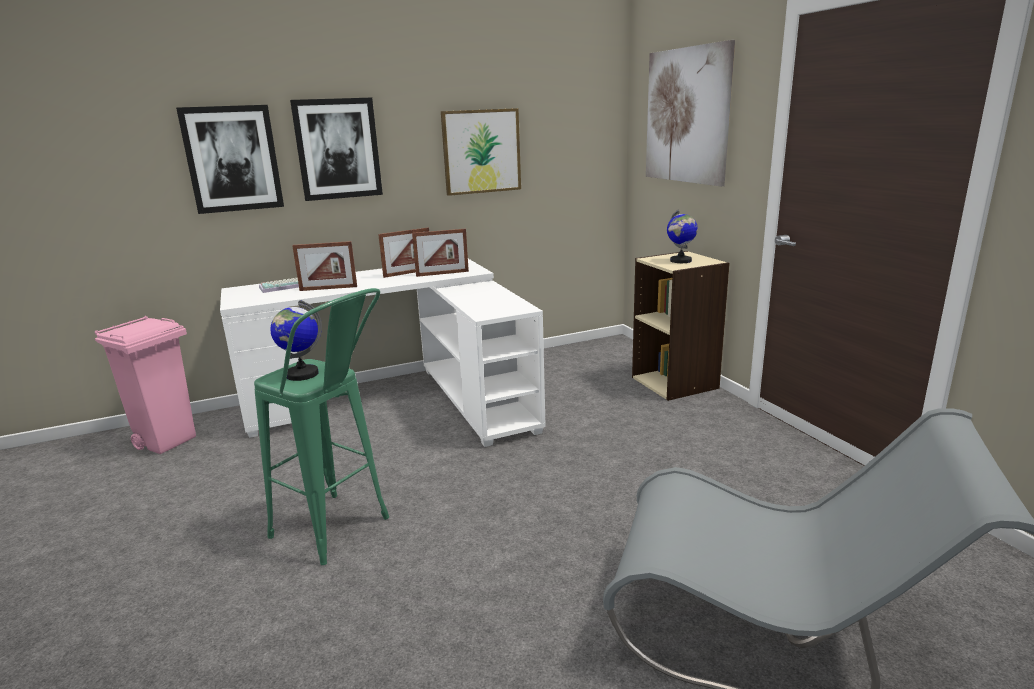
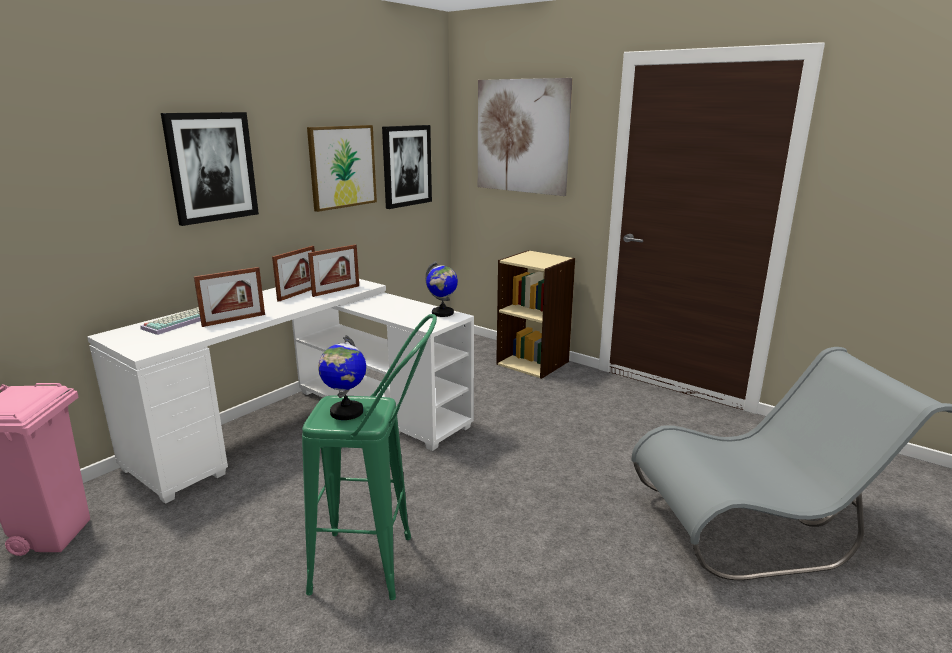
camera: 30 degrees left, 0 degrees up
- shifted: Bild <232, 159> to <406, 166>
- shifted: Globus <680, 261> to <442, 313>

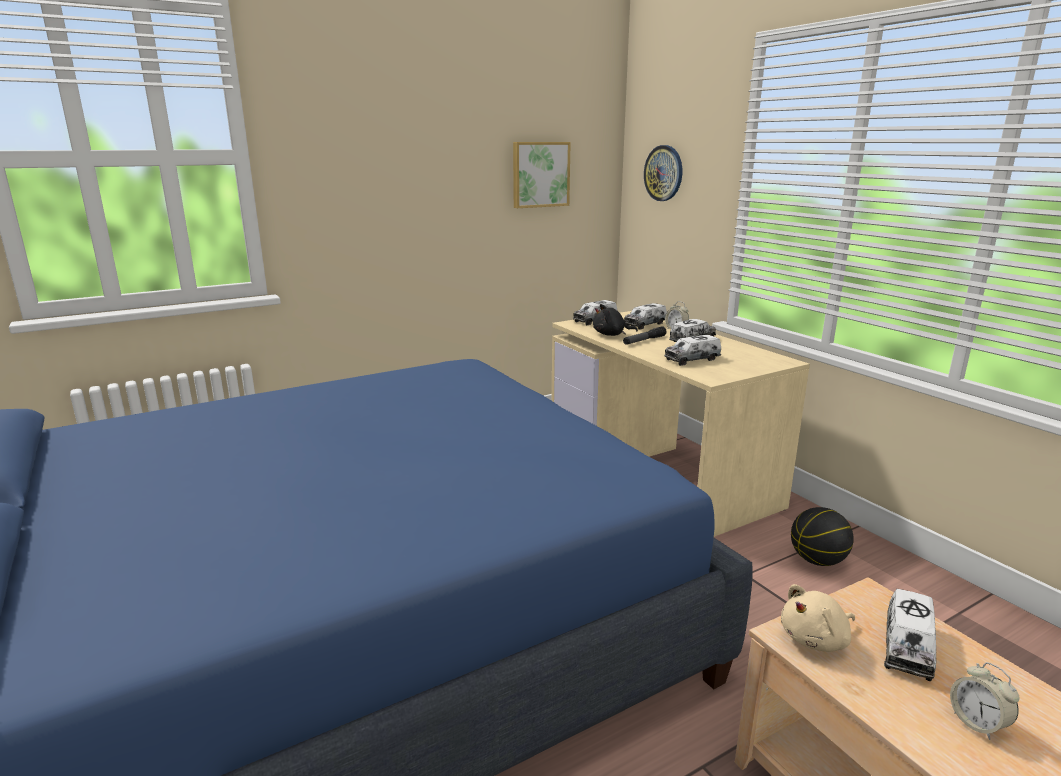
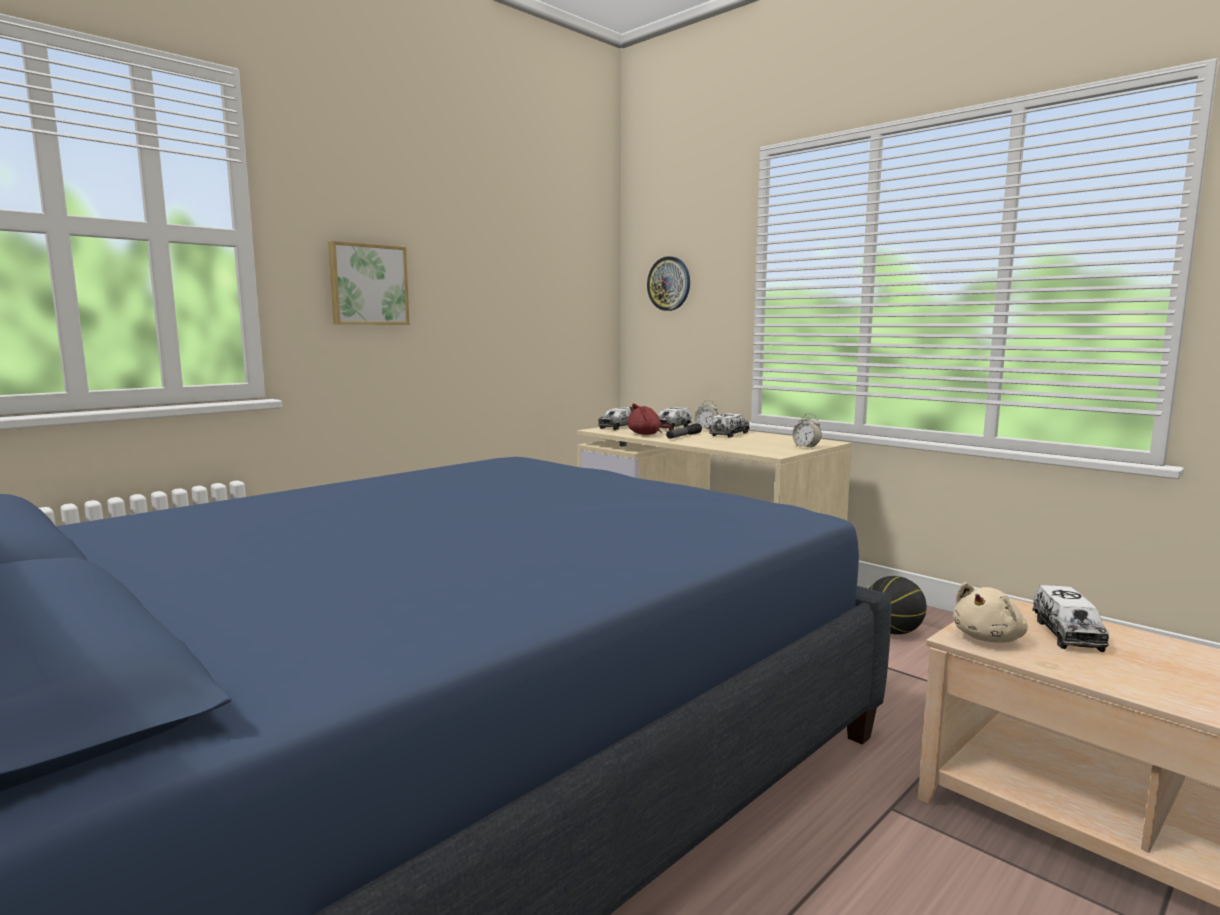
camera: 15 degrees left, 10 degrees down
- shifted: Bild <540, 174> to <368, 285>
- repainted: Plüschtier/schwarz <611, 334> to Plüschtier/rot <646, 434>
- gone: Spielzeuglaster <692, 359>
- shifted: Wecker <977, 723> to <806, 447>

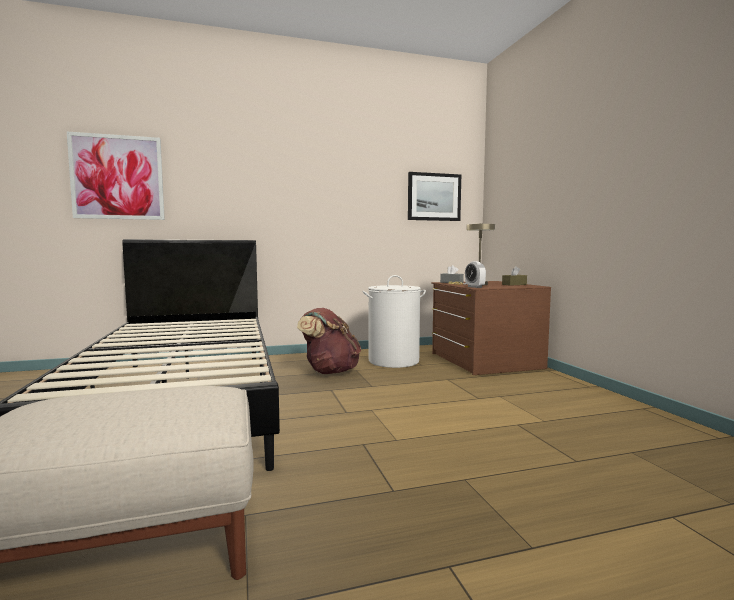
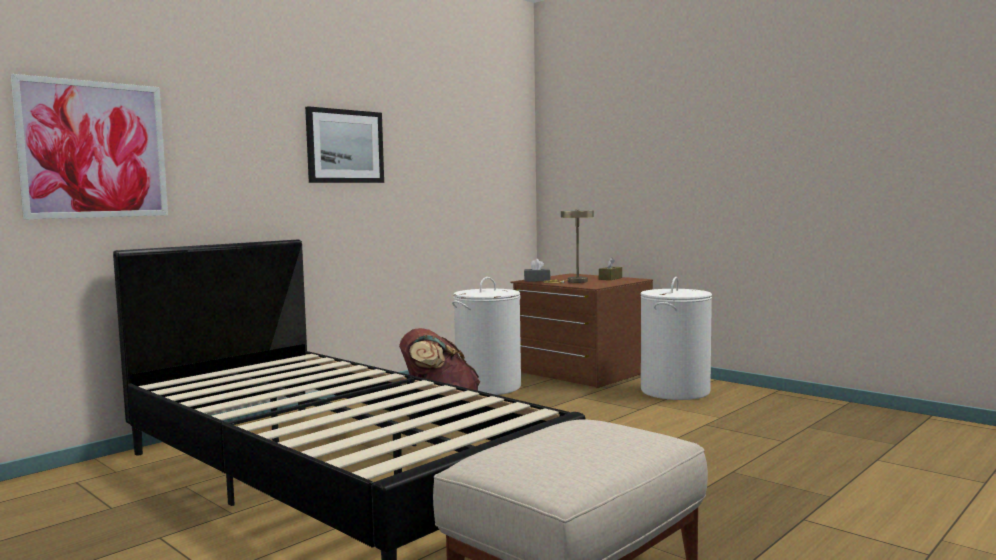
camera: 30 degrees left, 0 degrees up
- shifted: Bild <434, 197> to <345, 146>
- gone: Wecker <474, 287>
- new: Wäschekorb/weiß <674, 391>

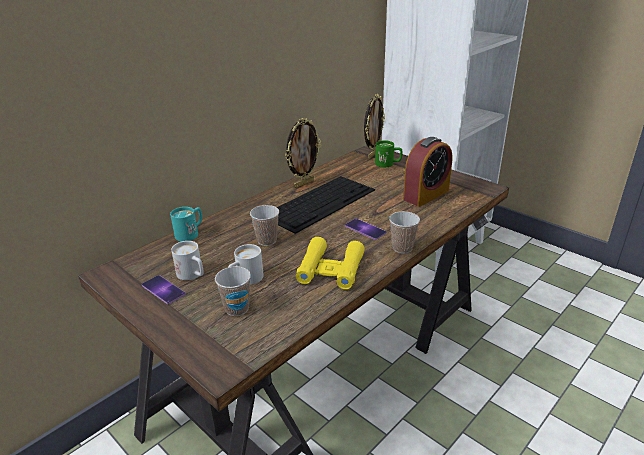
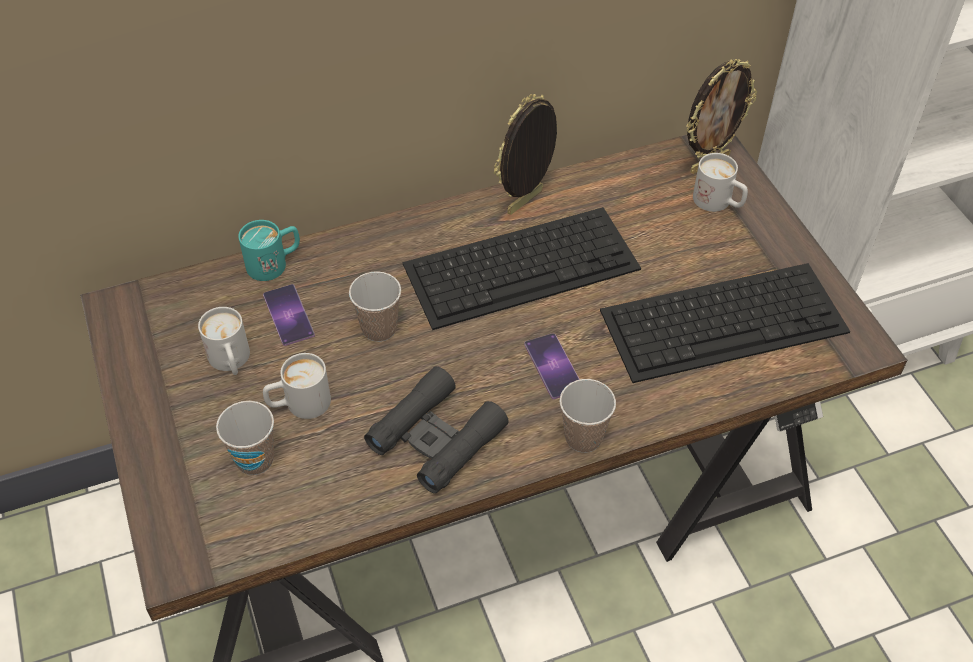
camera: 25 degrees right, 20 degrees up
- shifted: Handy <163, 289> to <288, 315>
- rotated: Bilderrahmen <304, 183> = <526, 203> 150 degrees clockwise
- repainted: Fernglas/gelb <330, 269> to Fernglas/schwarz <436, 437>
- repainted: Henkelbecher/grün <388, 164> to Henkelbecher/weiß <718, 203>
- swapped: Wecker <426, 195> to Tastatur <725, 320>

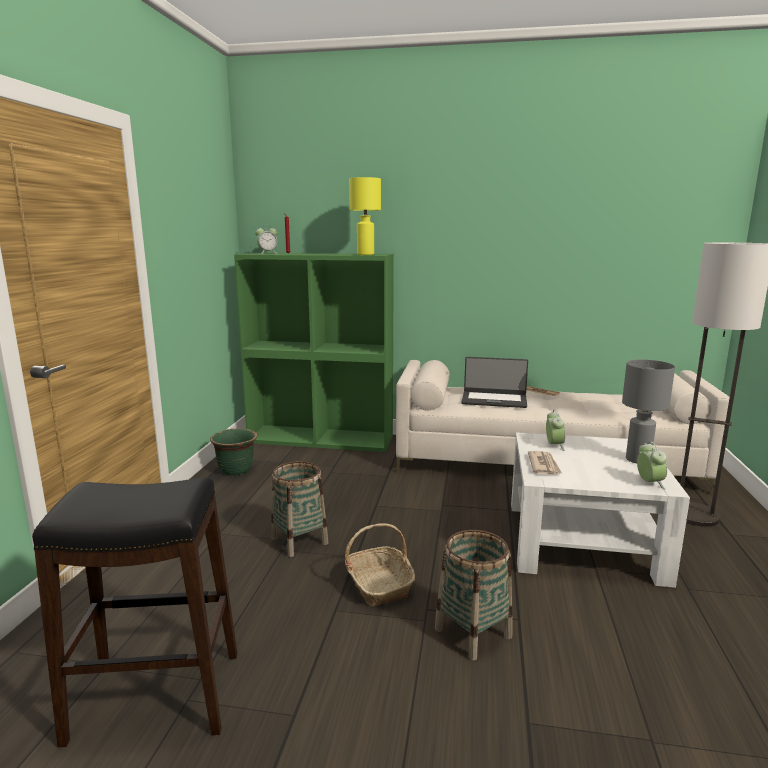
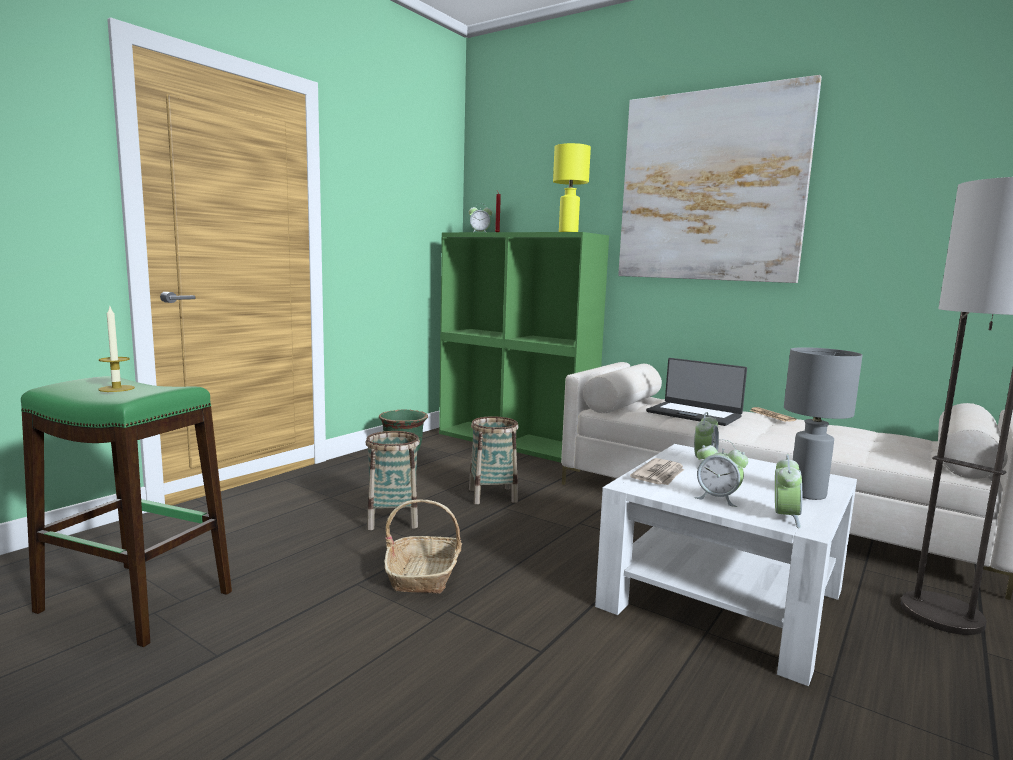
camera: 25 degrees right, 5 degrees down
- repainted: Hocker/schwarz <155, 697> to Hocker/grün <134, 602>
- shifted: Korb <473, 633> to <492, 495>
- new: Kerze <116, 389>
- new: Bild <710, 187>
- new: Wecker <717, 499>

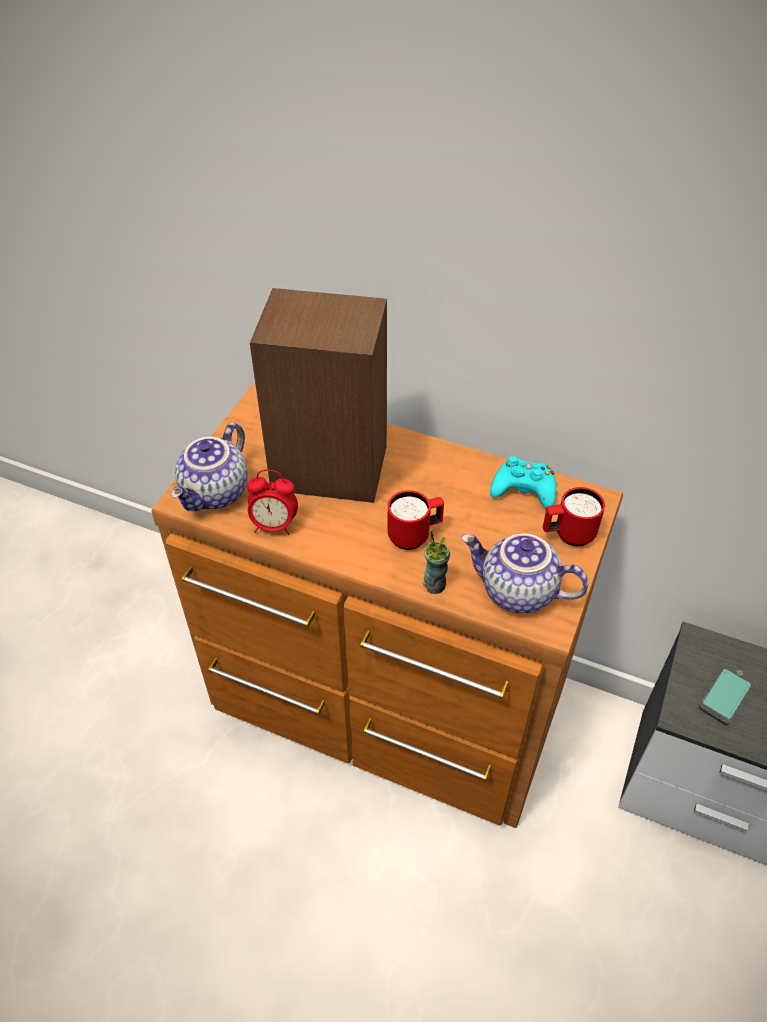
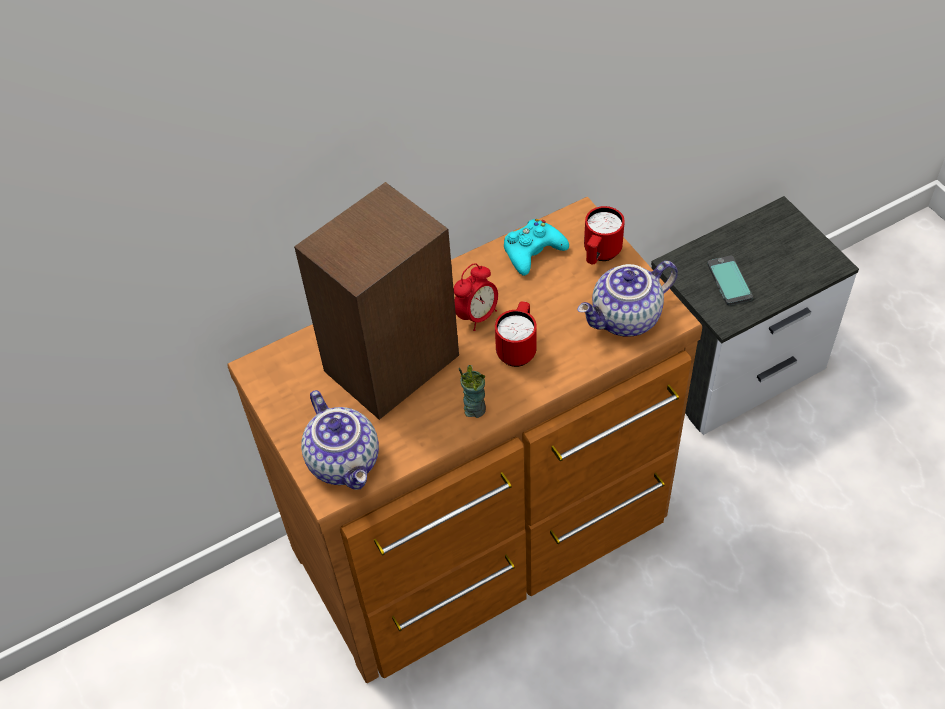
camera: 50 degrees left, 5 degrees up
- shifted: Wecker <274, 525> to <477, 316>
- shifted: Tasse <434, 584> to <474, 408>

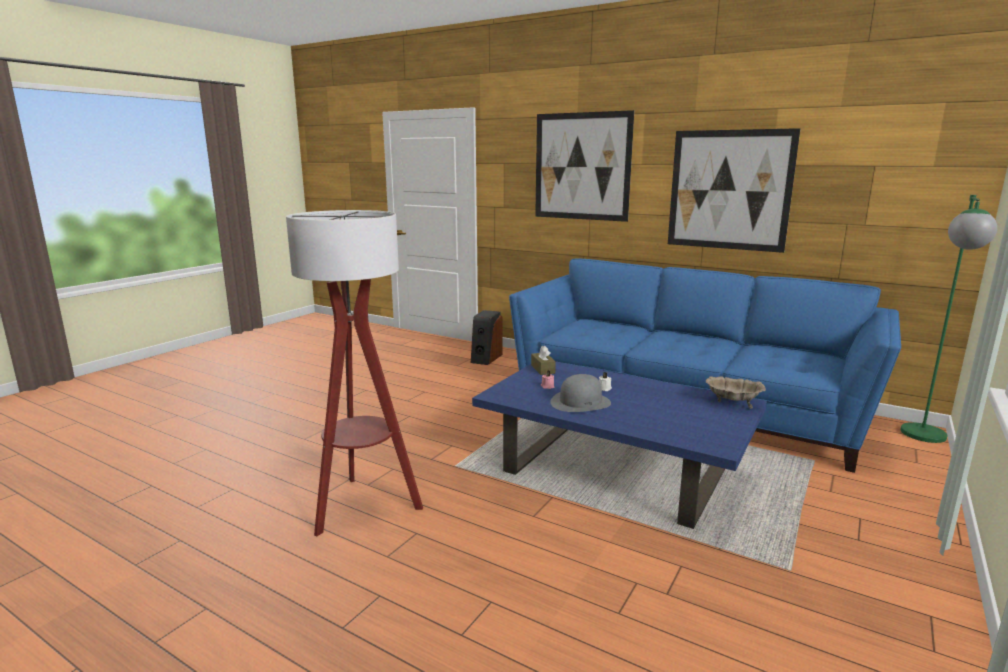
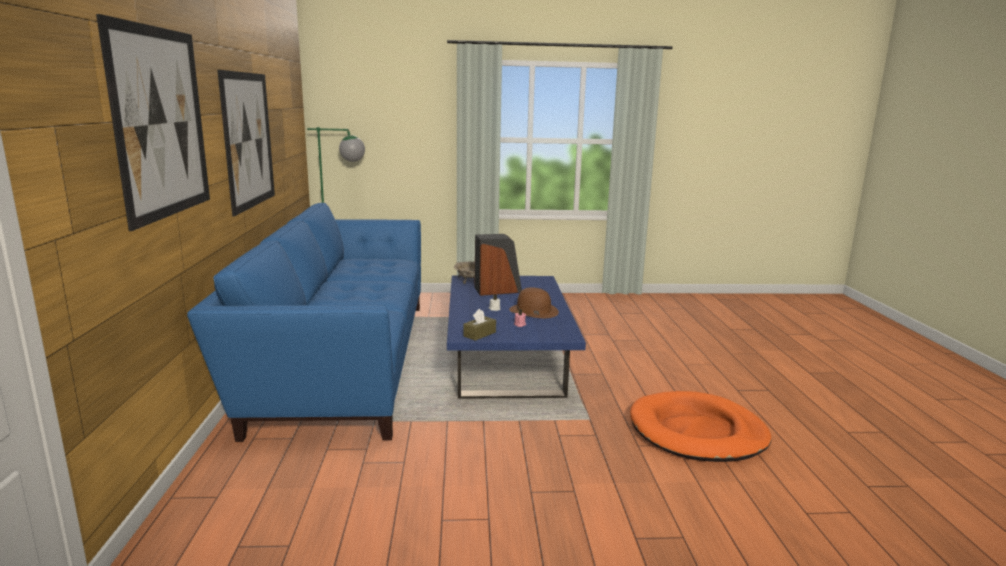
camera: 125 degrees left, 0 degrees up
- swapped: Stehlampe <363, 506> to Hundebett/orange <697, 432>
- shifted: Lautsprecher <486, 358> to <497, 290>
- repainted: Hut/grau <580, 402> to Hut/braun <533, 311>

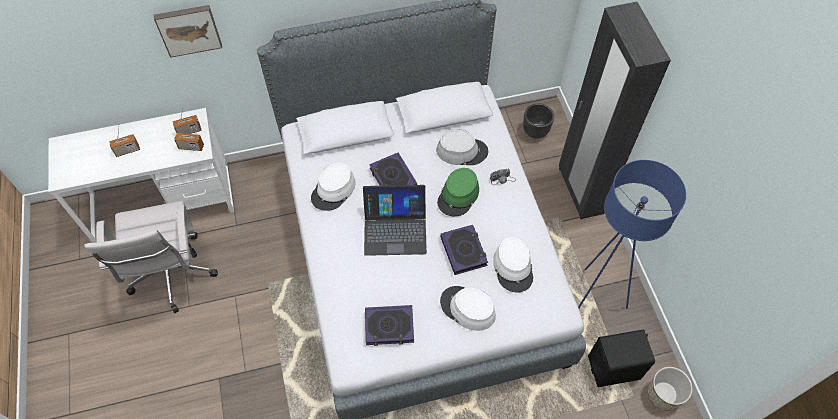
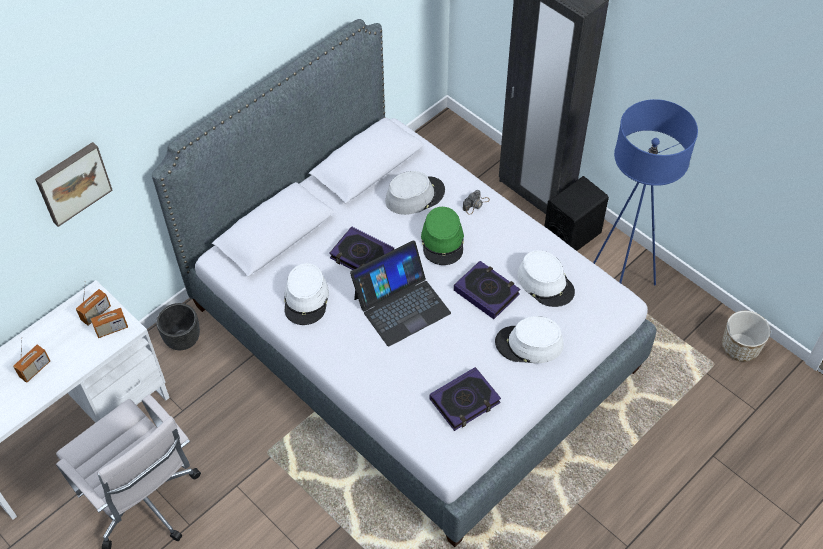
camera: 30 degrees left, 5 degrees down
- shifted: Pflanzkübel/schwarz <535, 131> to <183, 339>
- shifted: Lautsprecher/schwarz <613, 368> to <572, 235>

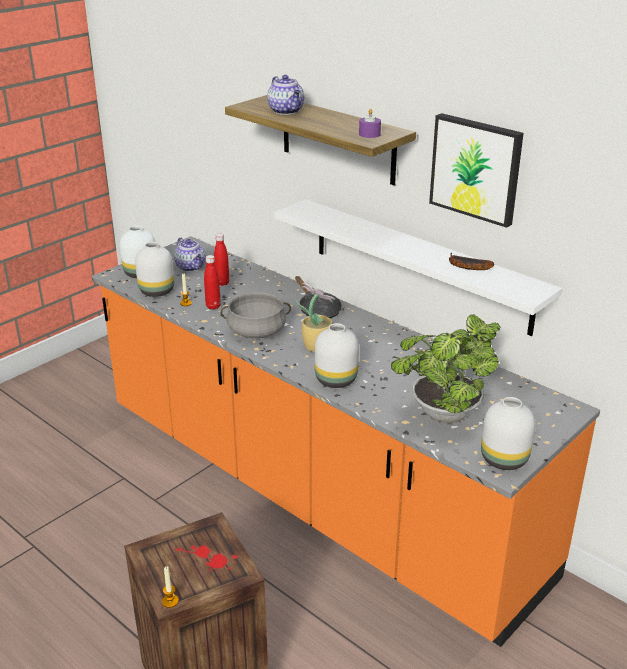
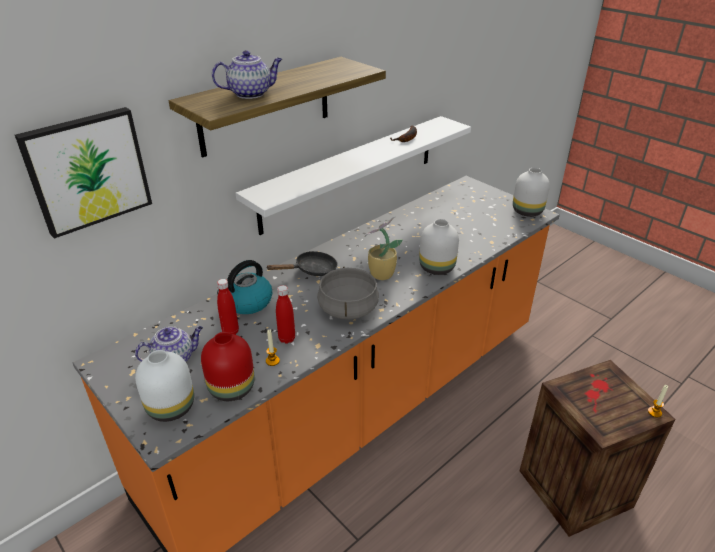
camera: 85 degrees left, 5 degrees up
- repainted: Vase/weiß <156, 291> to Vase/rot <231, 389>
- gone: Kerze/lila <369, 134>
- gone: Topfpflanze <441, 415>
- shifted: Bild <476, 168> to <87, 170>
- new: Wasserkessel <247, 303>

